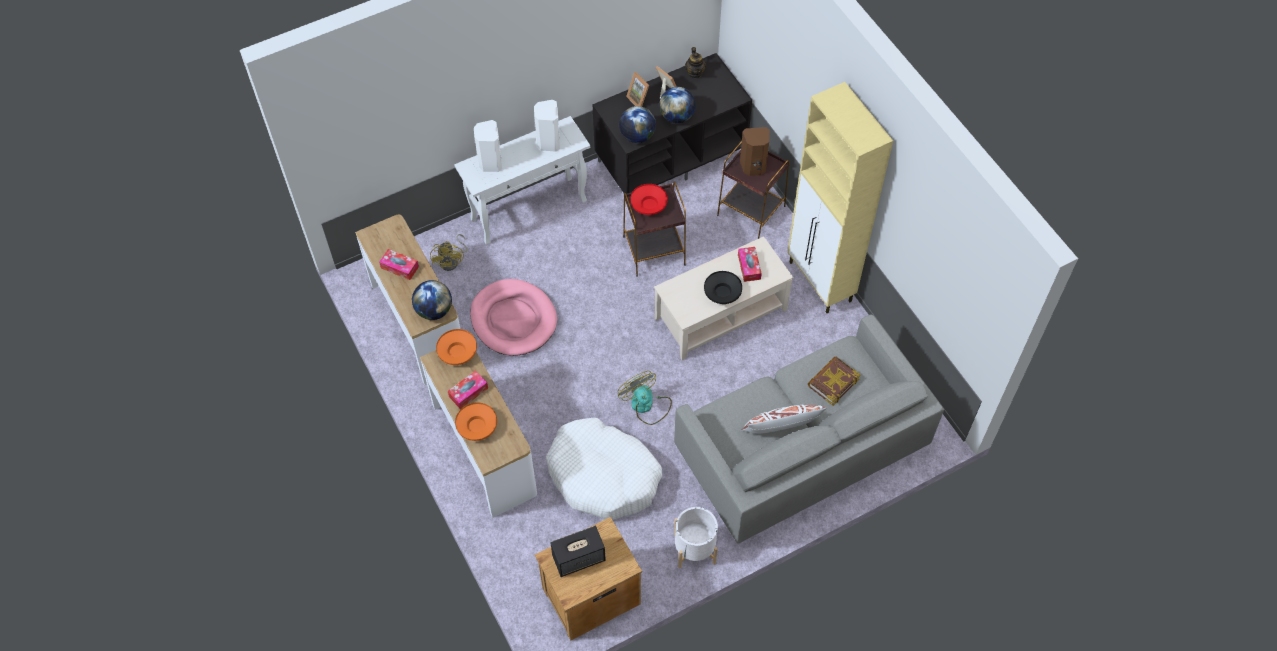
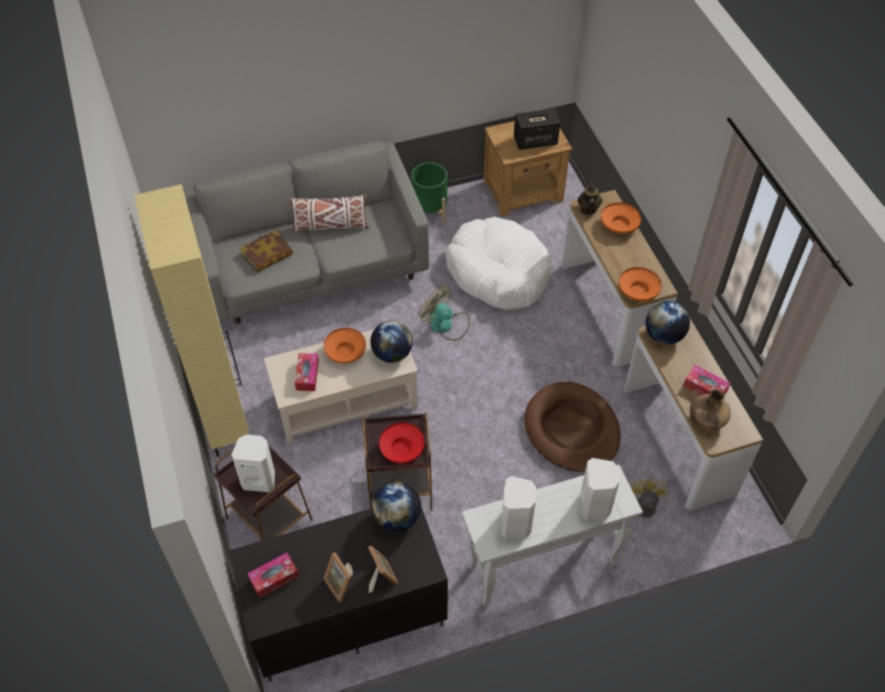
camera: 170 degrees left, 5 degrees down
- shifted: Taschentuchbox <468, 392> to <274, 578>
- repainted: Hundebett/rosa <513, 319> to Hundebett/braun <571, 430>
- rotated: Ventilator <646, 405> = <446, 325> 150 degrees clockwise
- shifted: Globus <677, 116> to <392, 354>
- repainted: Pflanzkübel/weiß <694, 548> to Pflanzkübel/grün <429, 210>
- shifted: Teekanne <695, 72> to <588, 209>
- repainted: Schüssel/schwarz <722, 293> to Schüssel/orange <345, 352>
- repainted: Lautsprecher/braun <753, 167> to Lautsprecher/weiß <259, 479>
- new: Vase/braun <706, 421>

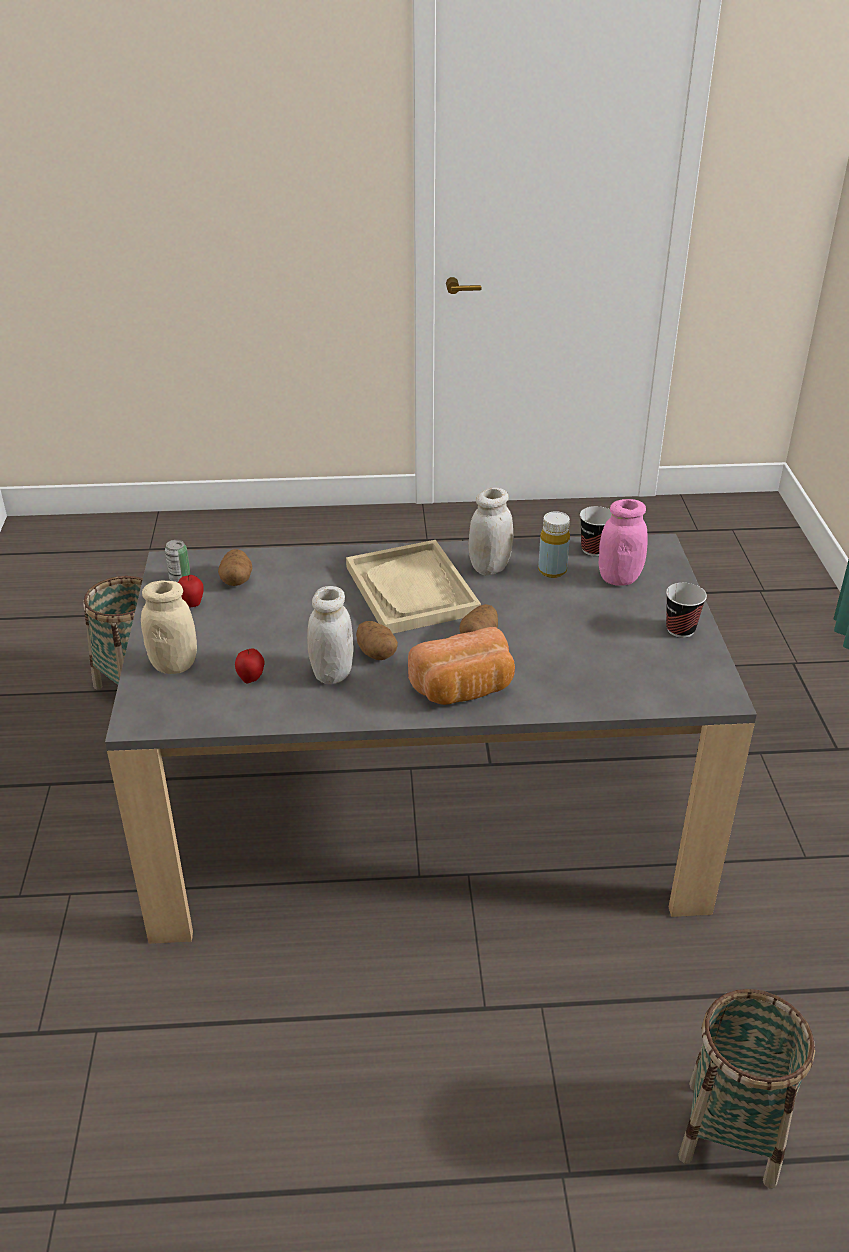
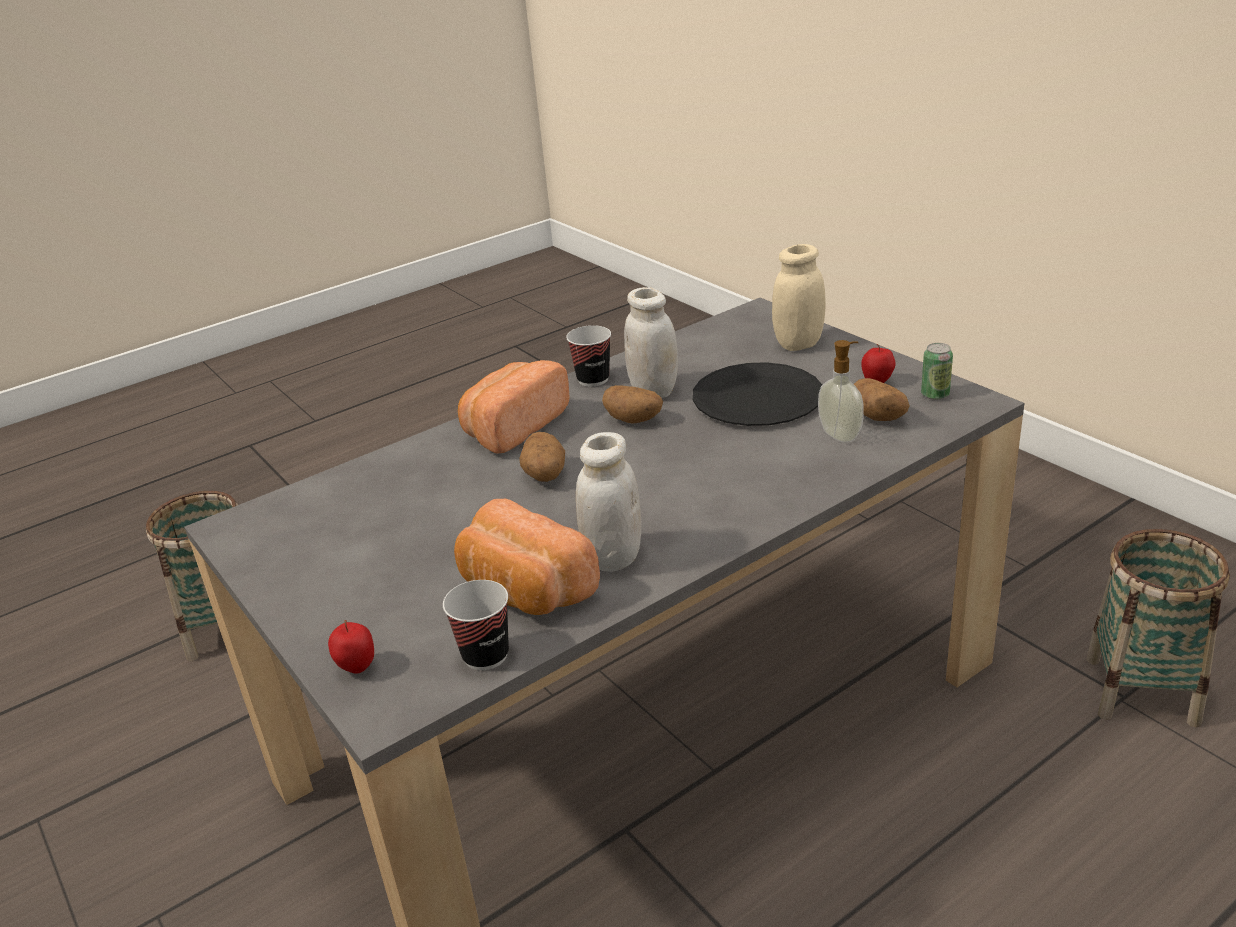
camera: 150 degrees right, 5 degrees down
- shifted: Apfel <251, 679> to <357, 668>
- gone: Tablett/beige <412, 590>
- swapped: Flasche/gelb <552, 571> to Brot <523, 590>
- gone: Vorratsglas/rosa <619, 578>
- shifted: Tasse <680, 629> to <593, 379>
- new: Teller/schwarz <757, 398>
- new: Seifenspender <841, 435>

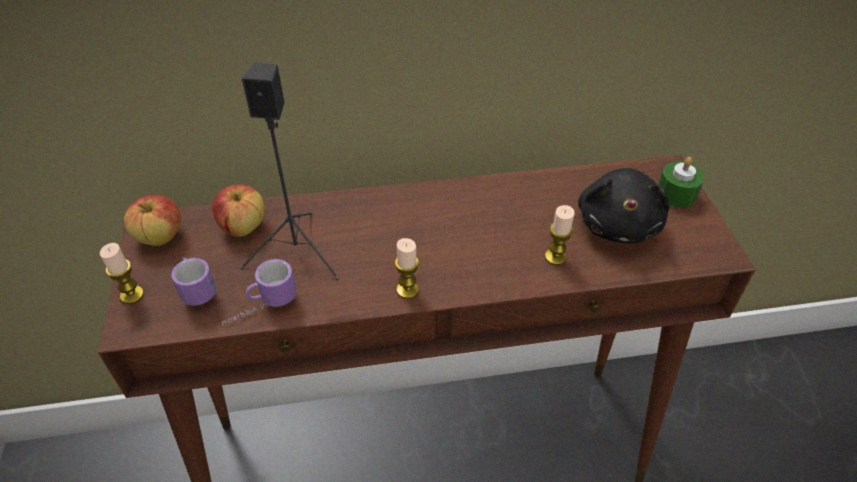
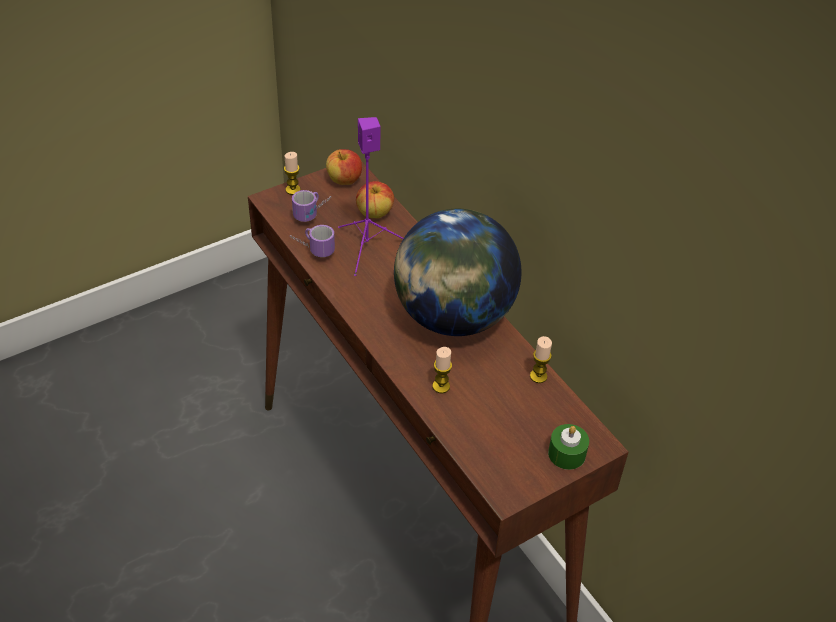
camera: 65 degrees right, 0 degrees up
- repainted: Lautsprecher/schwarz <298, 252> to Lautsprecher/lila <367, 248>
- shifted: Kerze <407, 290> to <538, 376>
- gone: Plüschtier/schwarz <618, 223>
- new: Globus <453, 316>

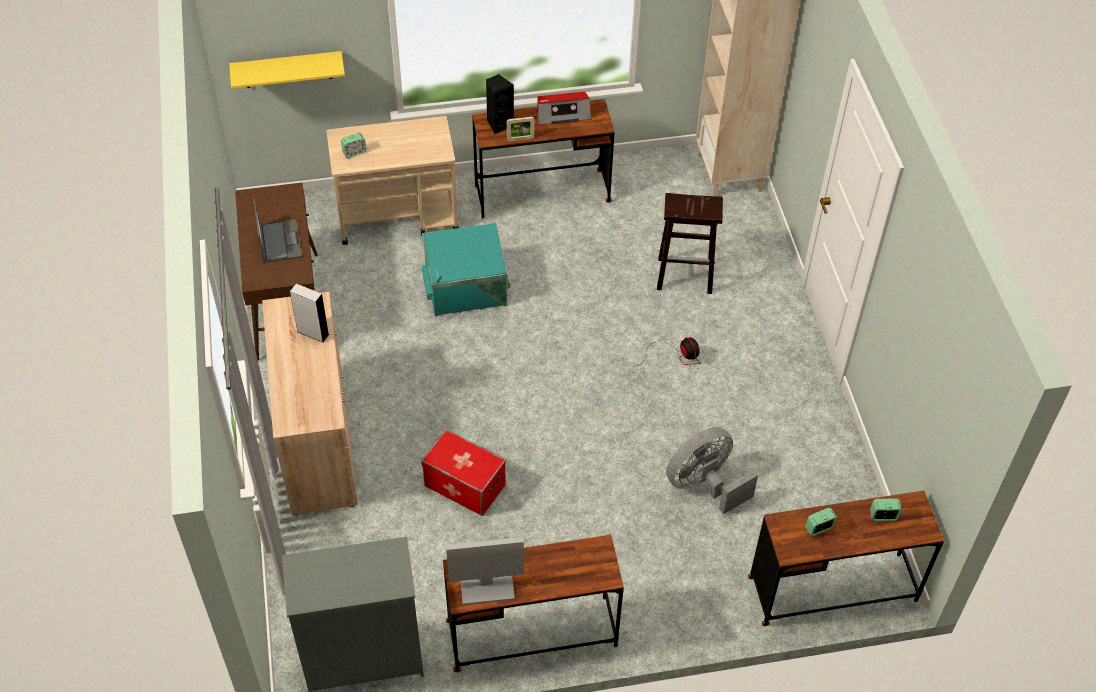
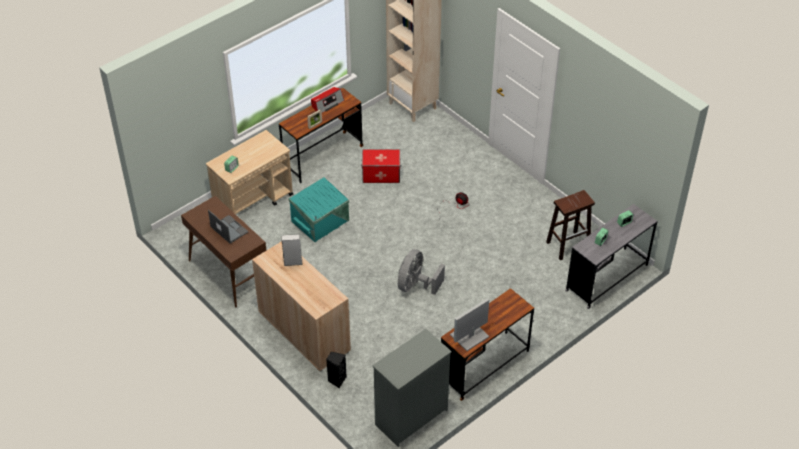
camera: 30 degrees left, 5 degrees down
- gone: Wandregal/gelb <287, 69>
- shifted: Aufbewahrungsbox <465, 485> to <381, 174>
- shifted: Lautsprecher/schwarz <499, 124> to <336, 380>
- shifted: Hocker/braun <686, 275> to <568, 245>
- shifted: Ventilator/grau <704, 484> to <416, 285>
- repainted: Schreibtisch/braun <832, 589> to Schreibtisch/grau <607, 278>

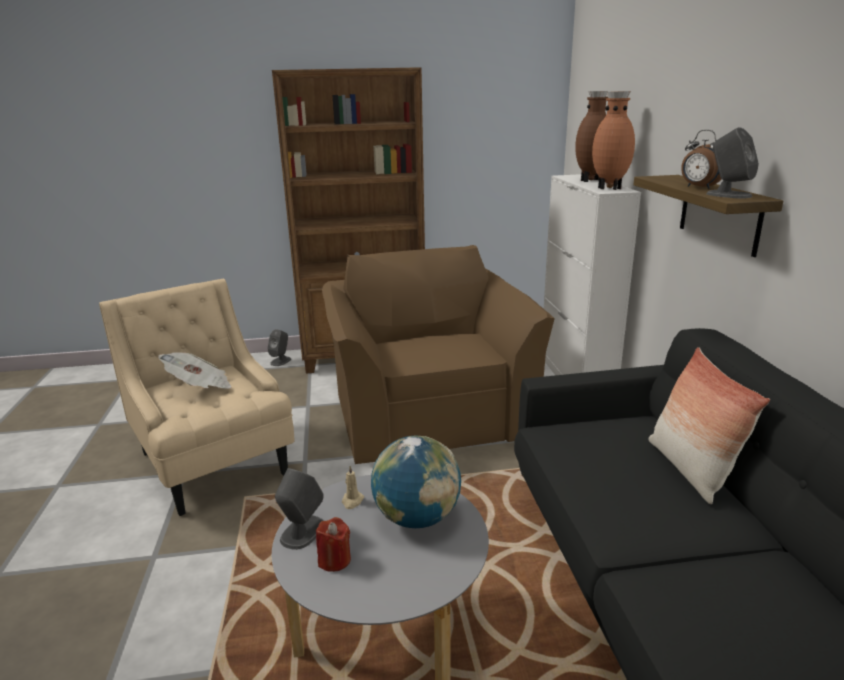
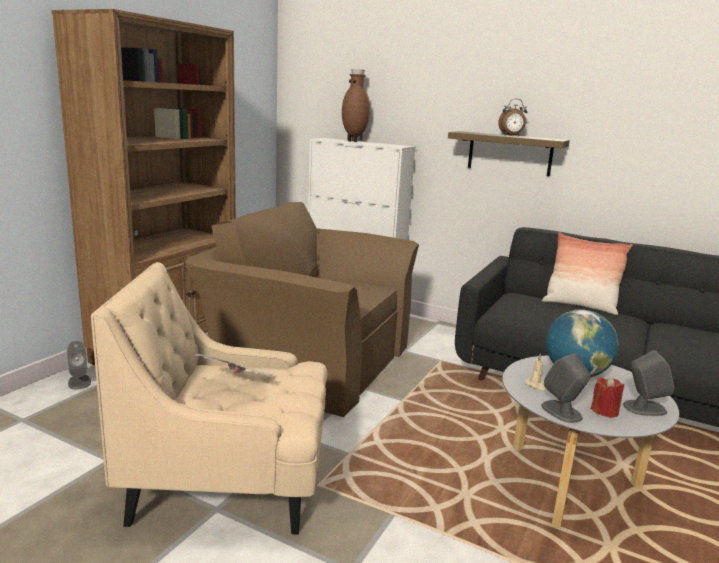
camera: 55 degrees left, 5 degrees down
- gone: Vase/braun <609, 188>
- shifted: Lautsprecher/grau <728, 195> to <644, 408>

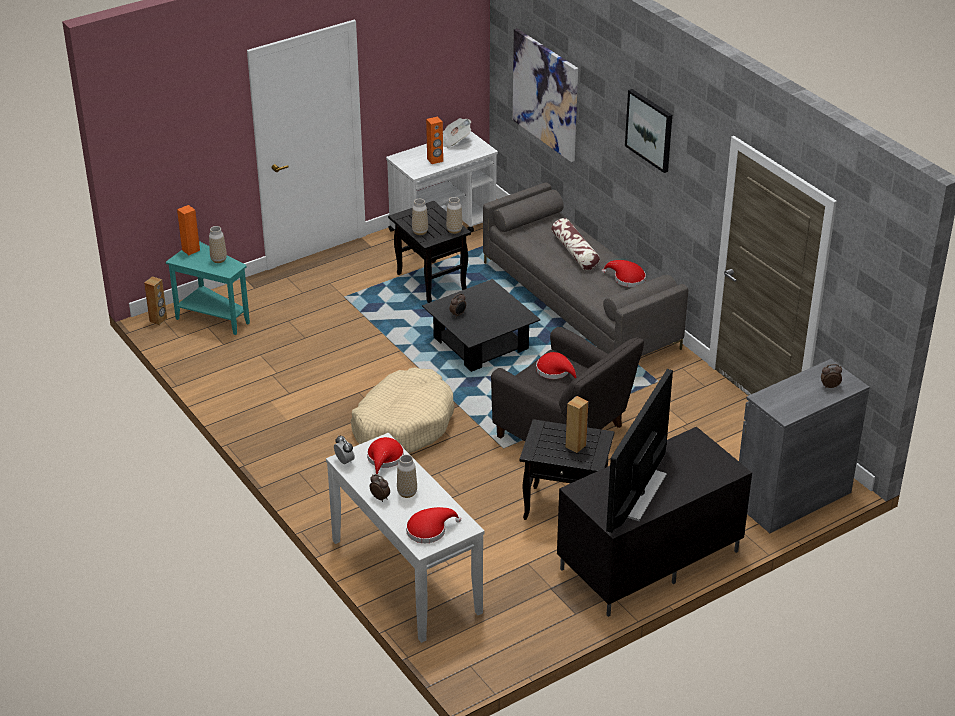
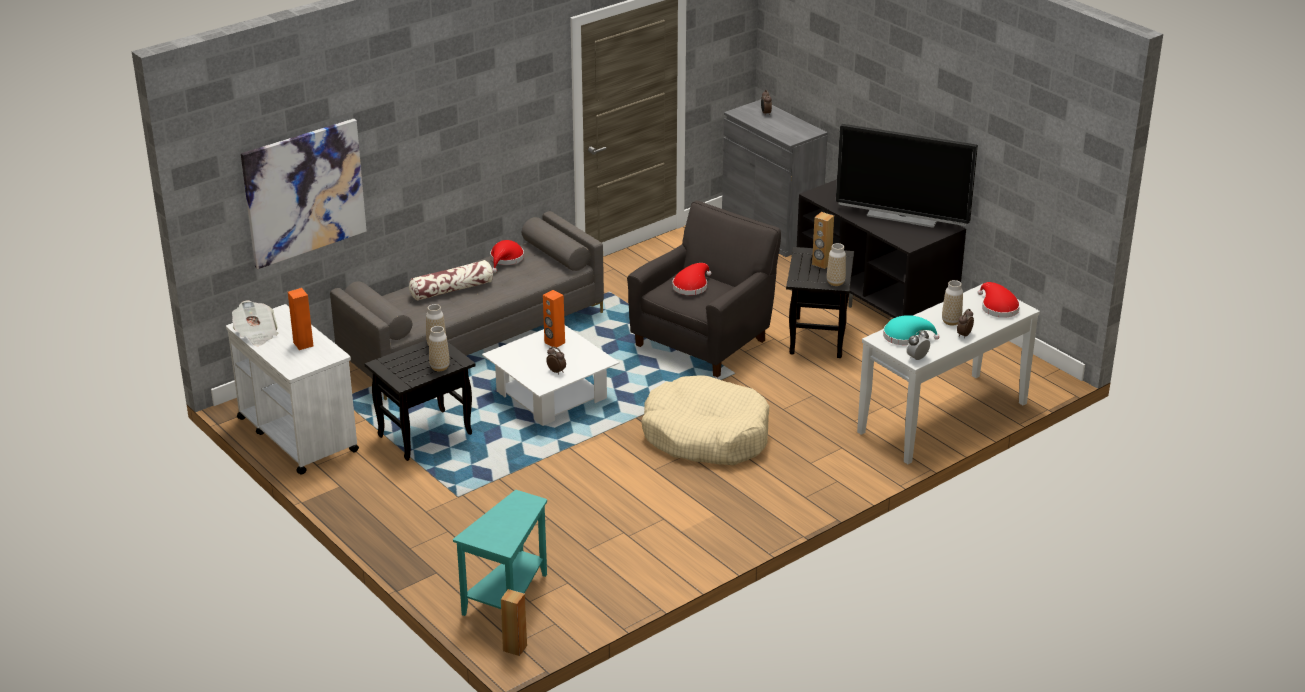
camera: 95 degrees left, 5 degrees down
- shifted: Lautsprecher/orange <190, 250> to <554, 343>
- shifted: Vase <218, 260> to <835, 283>
- repainted: Hut/rot <384, 459> to Hut/türkis <905, 337>
- repainted: Couchtisch/schwarz <480, 343> to Couchtisch/weiß <551, 395>
- gone: Bild <650, 130>

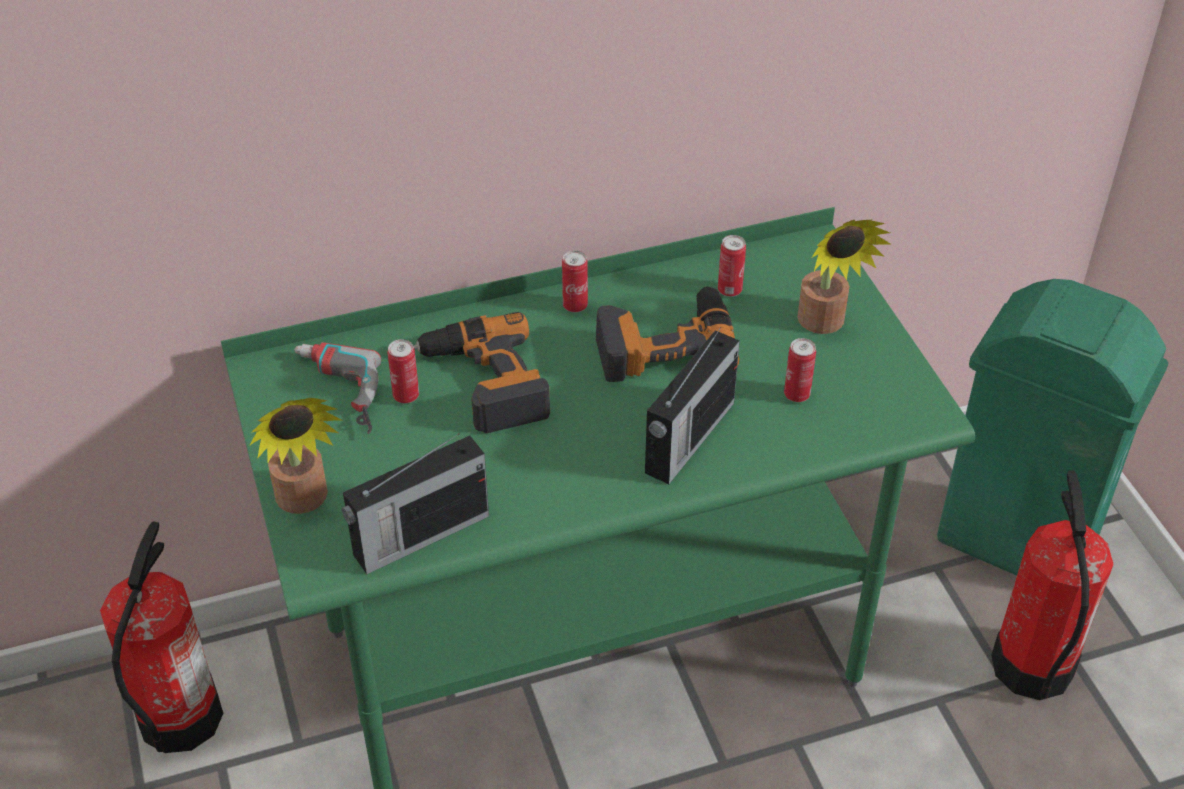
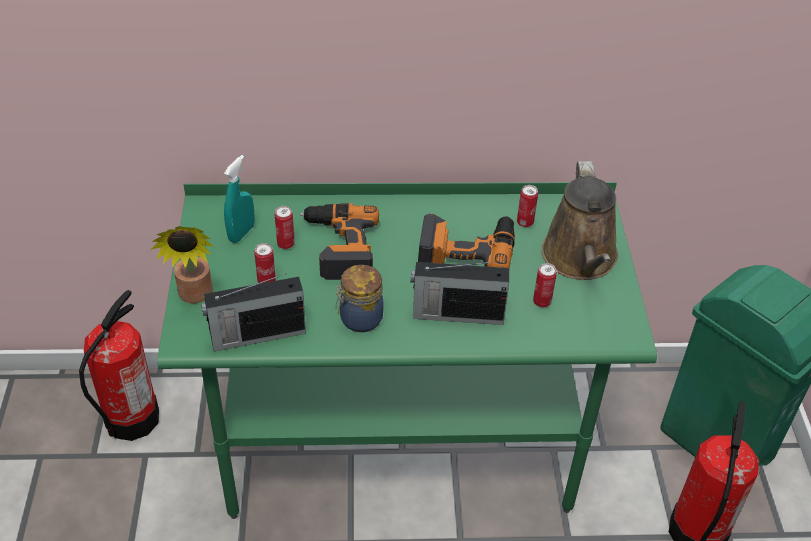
camera: 15 degrees right, 0 degrees up
- swapped: Bohrmaschine <334, 394> to Sprühflasche/türkis <241, 233>
- shifted: Dose <575, 306> to <266, 282>
- rotated: Radio <688, 439> = <456, 314> 45 degrees clockwise
- swapped: Topfpflanze <824, 324> to Gießkanne/braun <580, 259>
- new: Vorratsglas <359, 319>

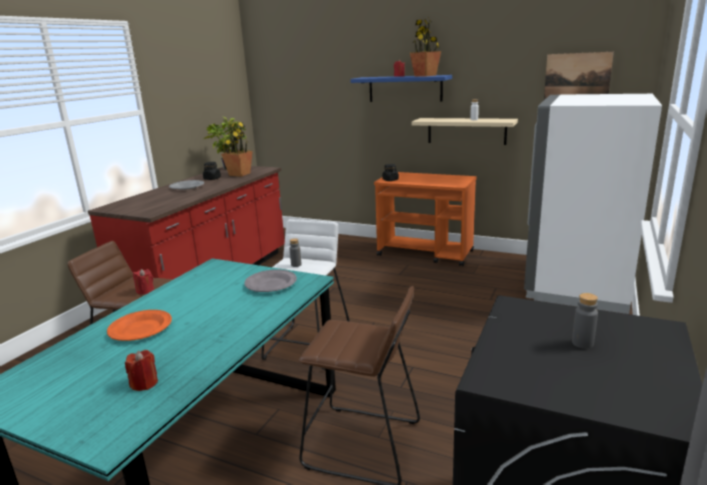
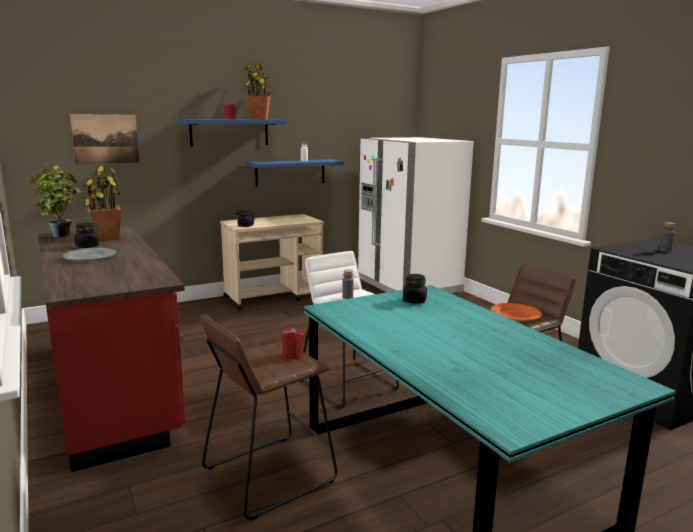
camera: 55 degrees left, 5 degrees down
- shifted: Teller/orange <140, 329> to <515, 315>
- gone: Kerze/rot <144, 383>
- swapped: Teller/grau <270, 284> to Vorratsglas/schwarz <414, 301>
- repainted: Rollwagen/orange <426, 253> to Rollwagen/beige <274, 297>
- repainted: Wandregal/beige <466, 131> to Wandregal/blau <290, 172>
- shifted: Bild <577, 78> to <105, 139>

